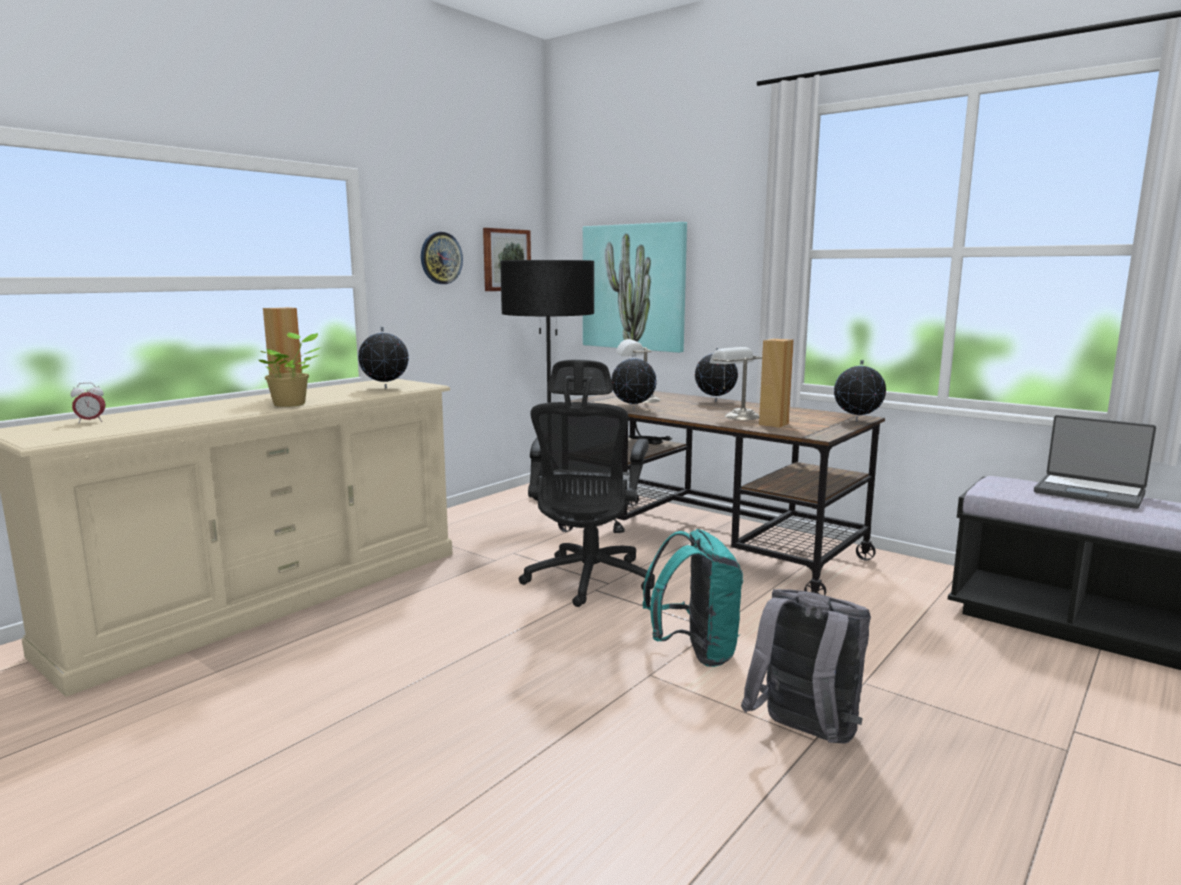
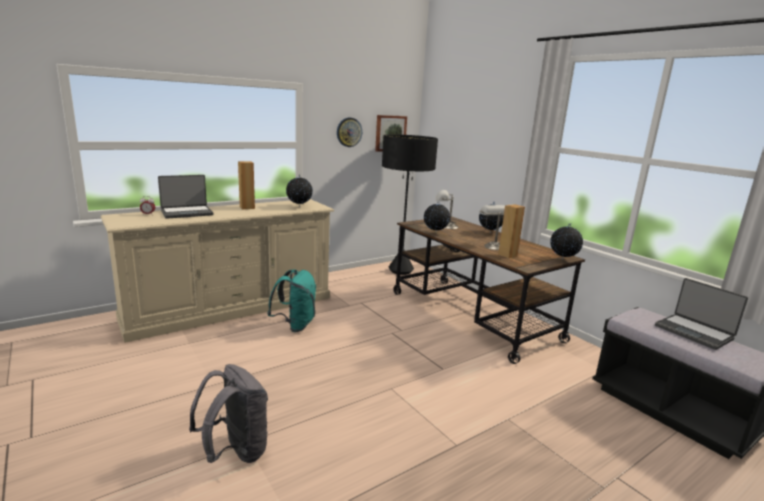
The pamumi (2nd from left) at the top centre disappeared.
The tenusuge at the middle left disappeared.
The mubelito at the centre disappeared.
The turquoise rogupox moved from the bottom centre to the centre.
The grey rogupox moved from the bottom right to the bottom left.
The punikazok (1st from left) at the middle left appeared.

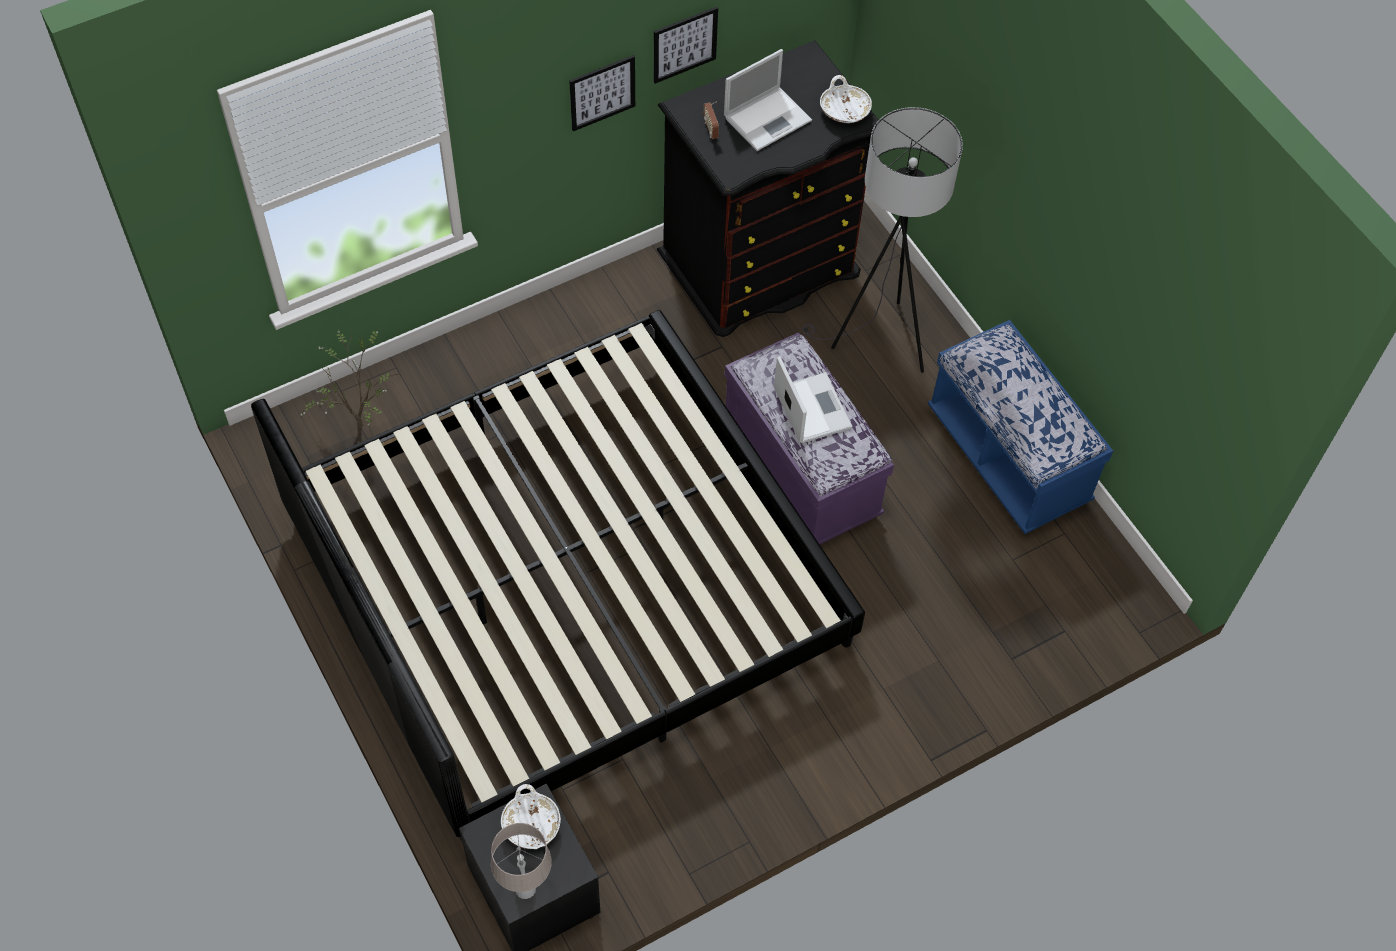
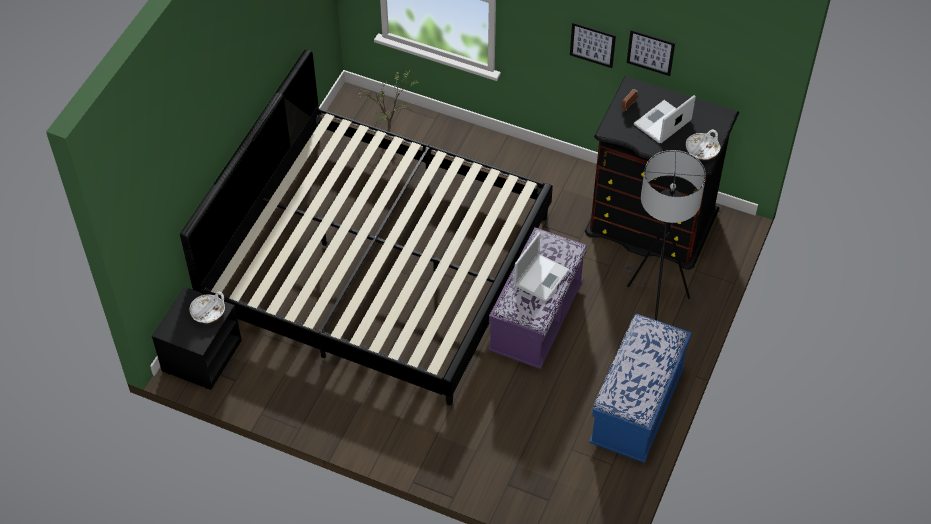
The punikazok (1st from left in the first image) at the top centre turned 120 degrees clockwise.
The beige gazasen at the bottom centre disappeared.

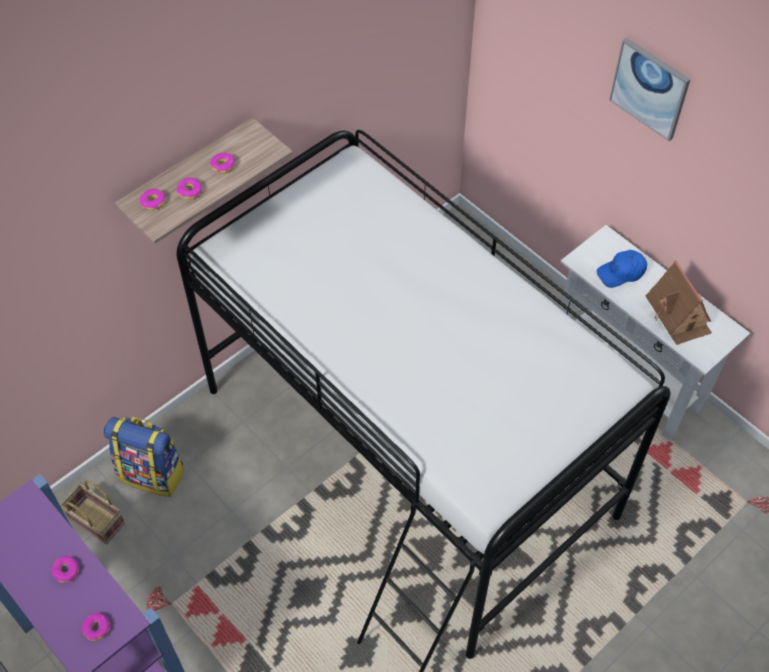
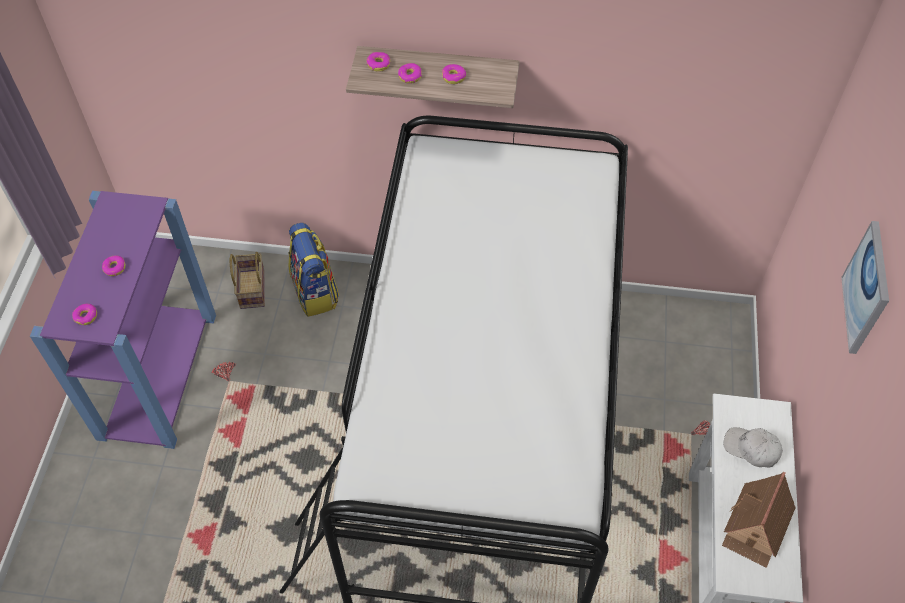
The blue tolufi at the middle right became the white tolufi at the bottom right.

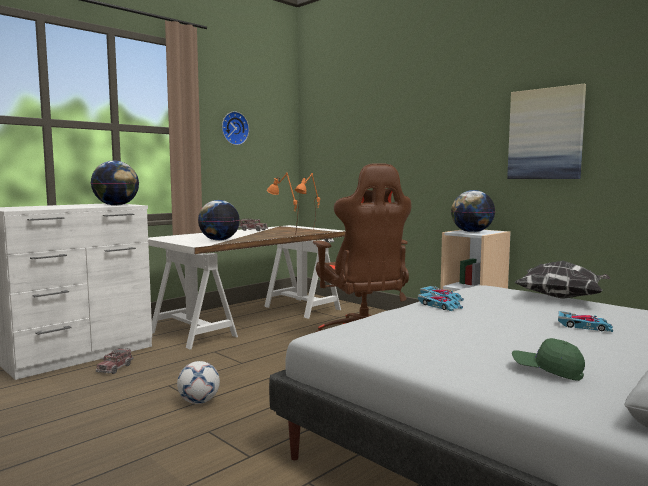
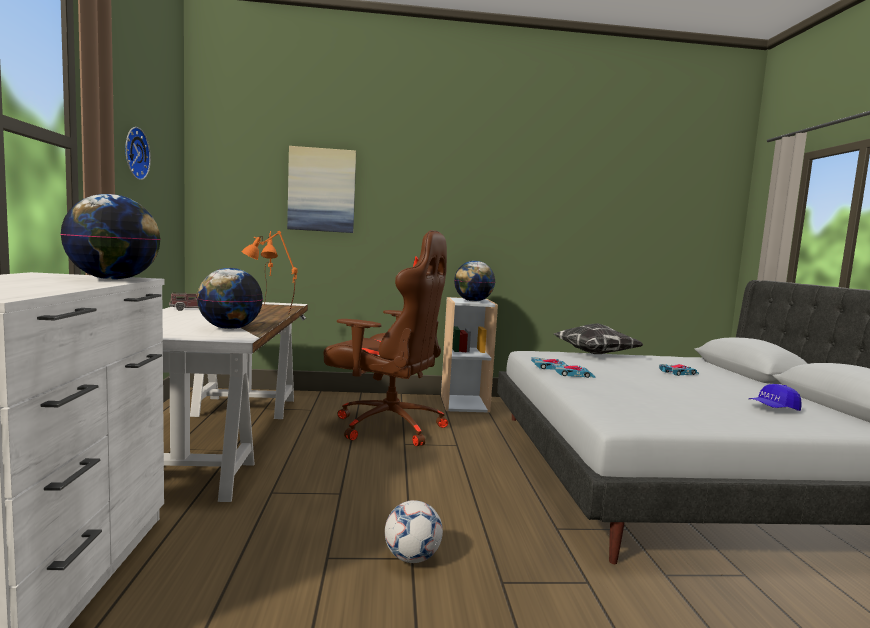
The pamumi moved from the top right to the top centre.
The green tolufi at the bottom right became the blue tolufi at the middle right.
The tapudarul (1st from left) at the bottom left disappeared.

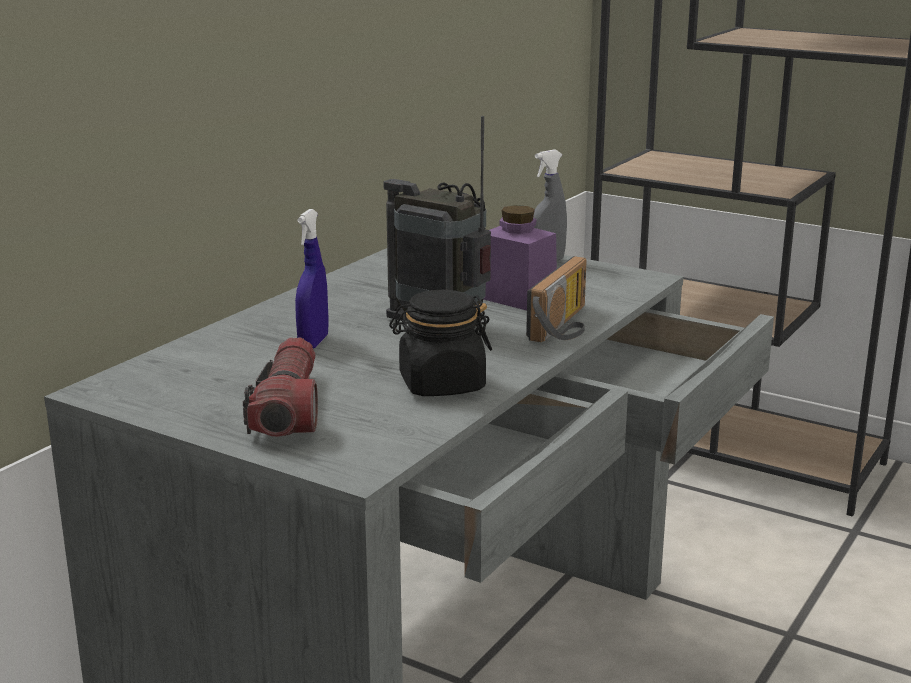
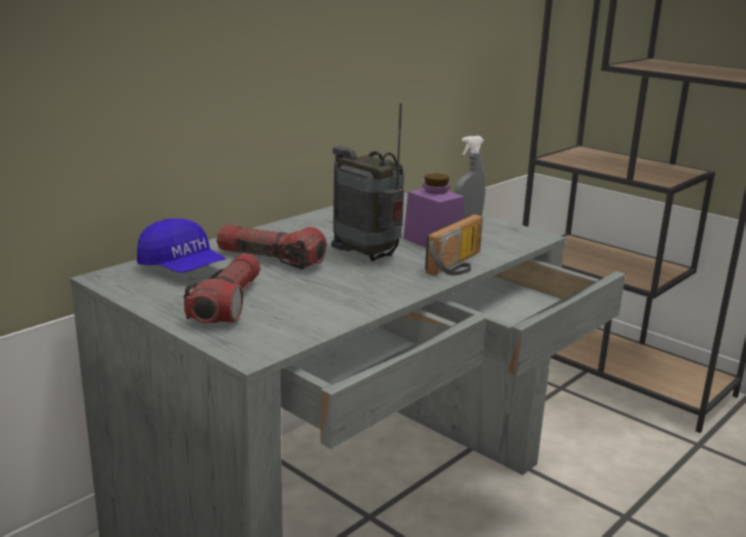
The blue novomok at the centre was replaced by the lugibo (2nd from left) at the centre.
The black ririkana at the centre disappeared.
The blue tolufi at the middle left appeared.

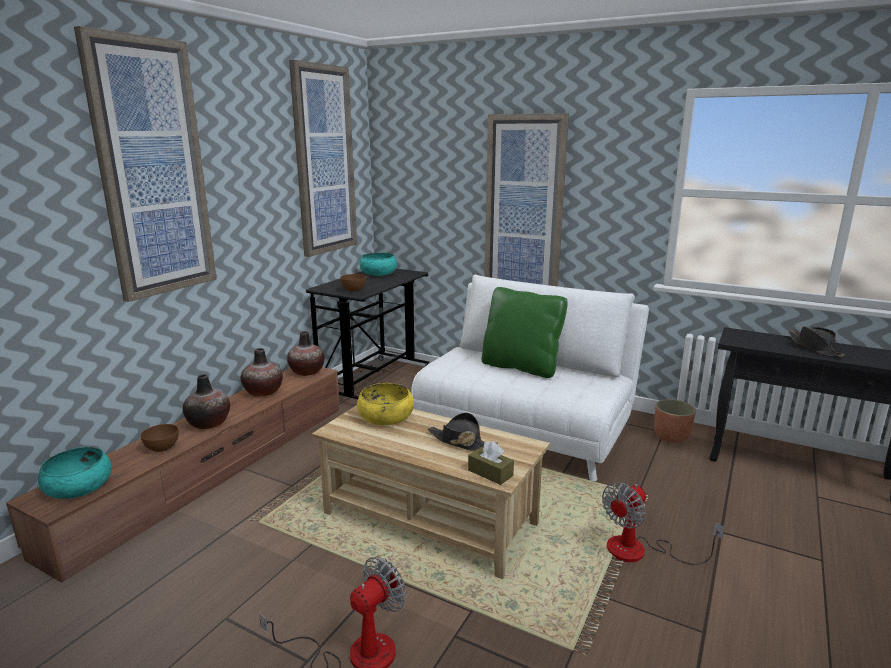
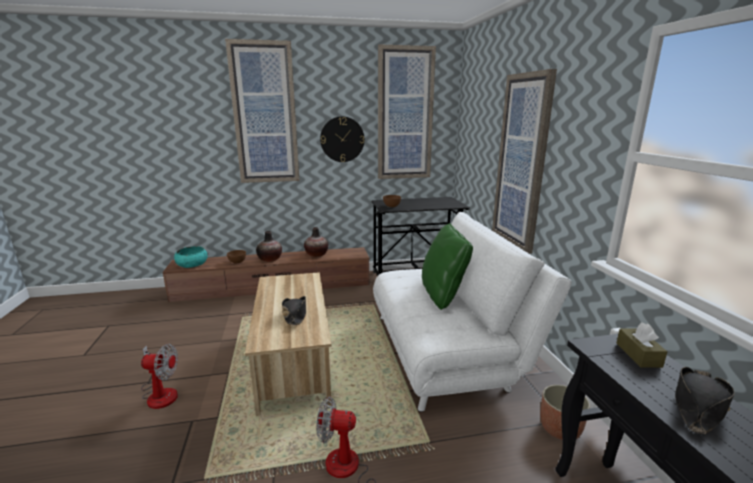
The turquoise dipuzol (2nd from left) at the centre disappeared.
The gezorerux (3rd from left) at the centre disappeared.
The yellow dipuzol at the centre disappeared.
The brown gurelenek moved from the bottom centre to the bottom right.
The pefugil at the top centre appeared.

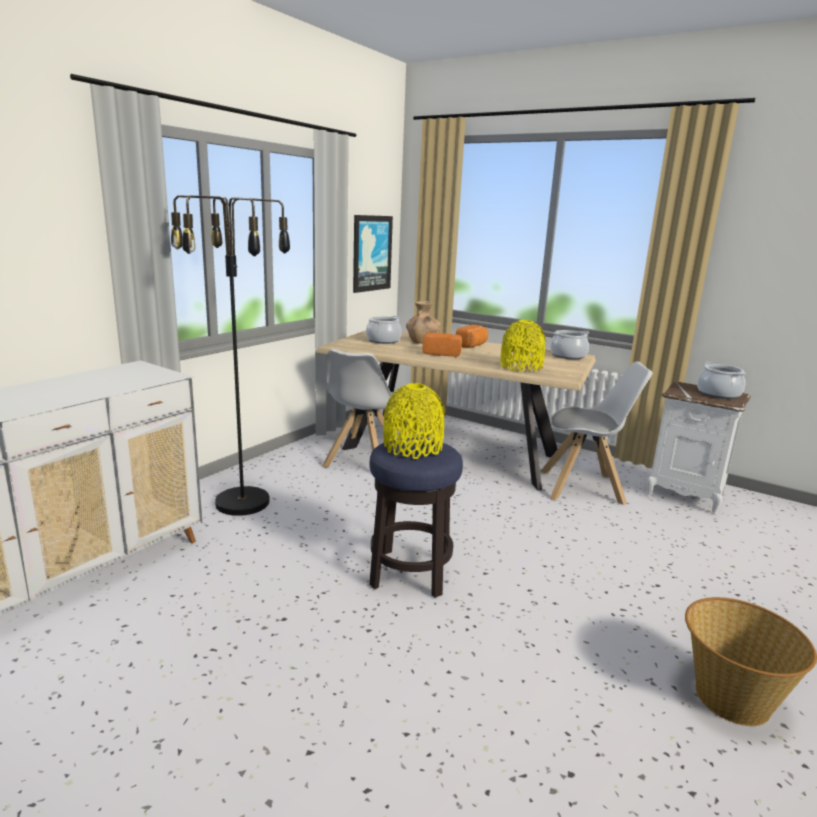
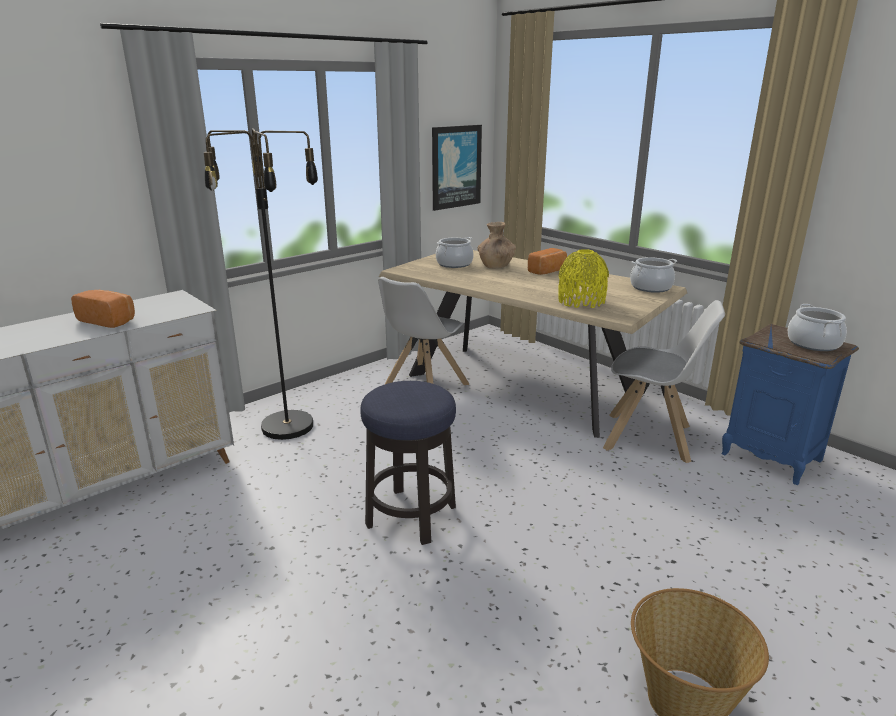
The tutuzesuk (1st from left) moved from the centre to the middle left.
The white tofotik at the middle right became the blue tofotik at the middle right.
The yellow gezorerux (1st from left) at the centre disappeared.

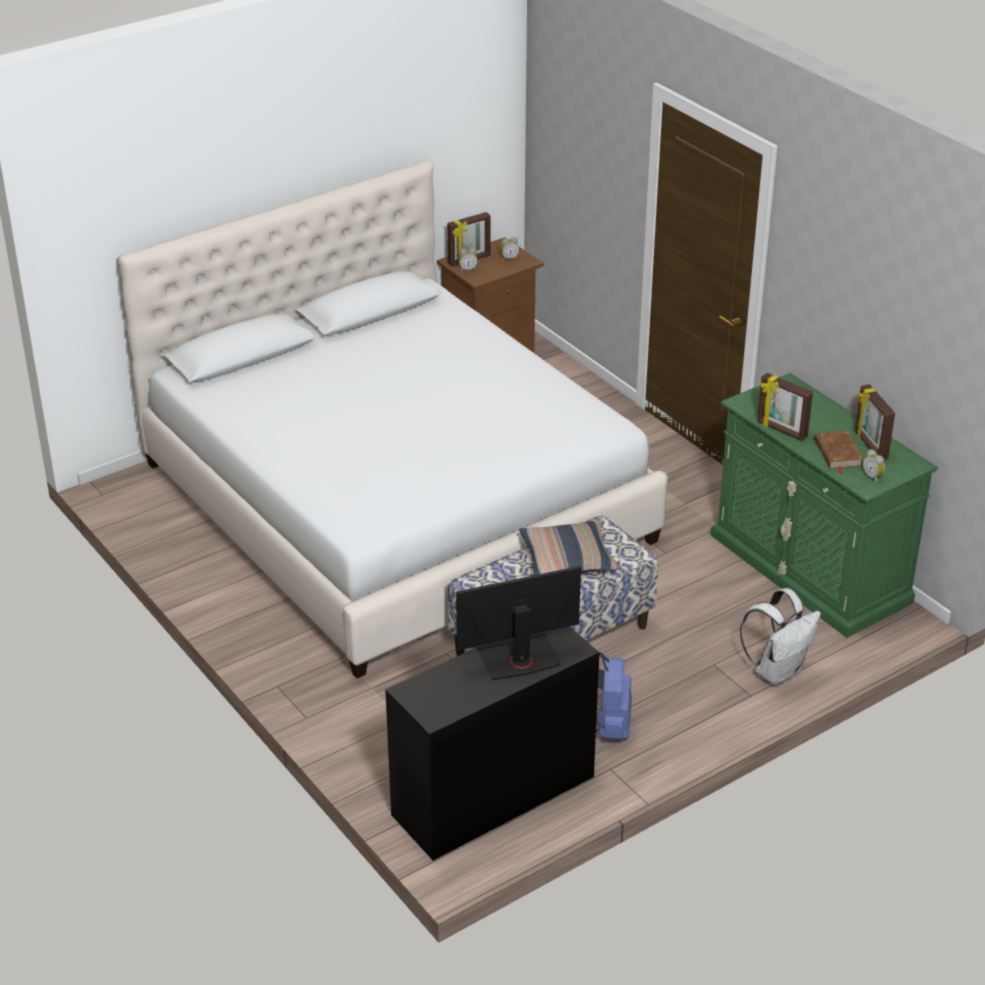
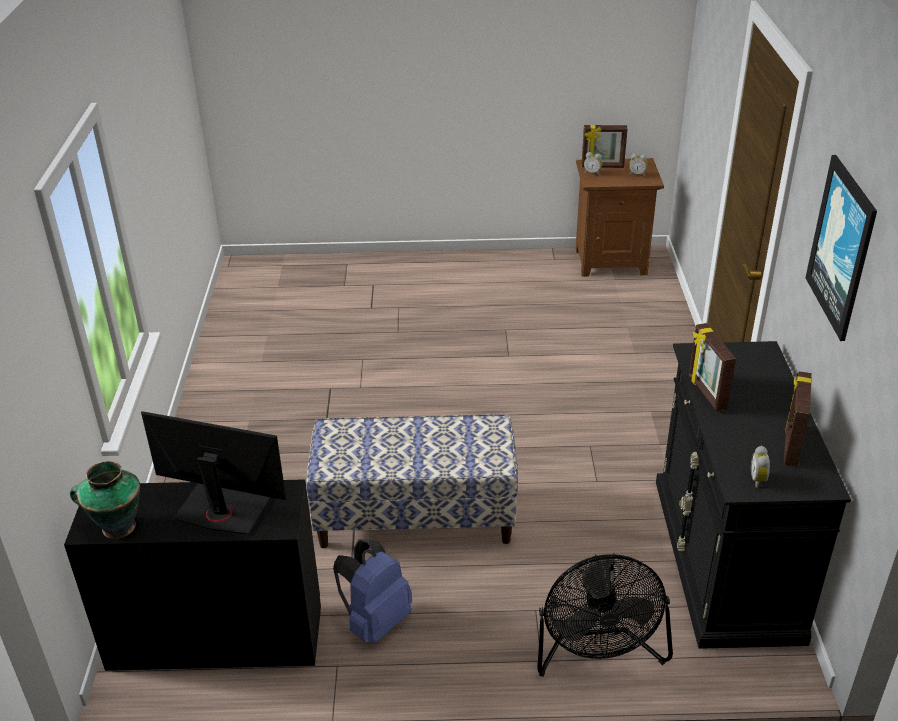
The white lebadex at the centre disappeared.
The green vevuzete at the middle right became the black vevuzete at the bottom right.
The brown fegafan at the middle right disappeared.
The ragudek at the centre disappeared.
The white rogupox at the middle right was replaced by the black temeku at the bottom right.
The pamumi at the middle right appeared.
The gezorerux at the bottom left appeared.

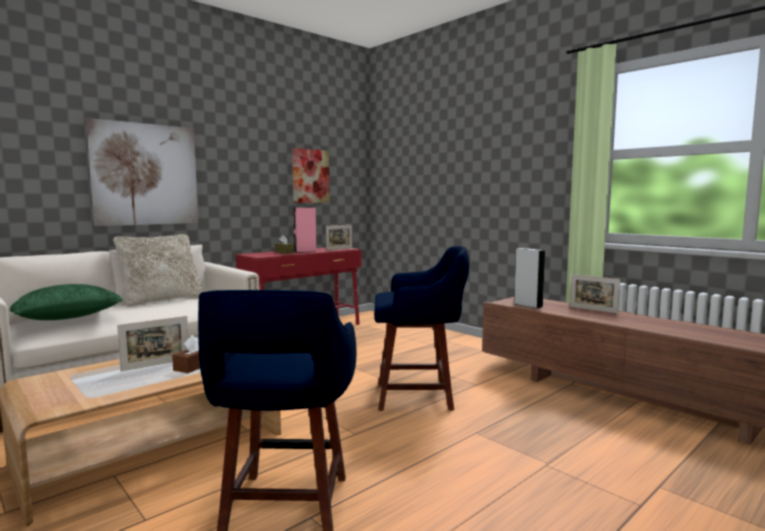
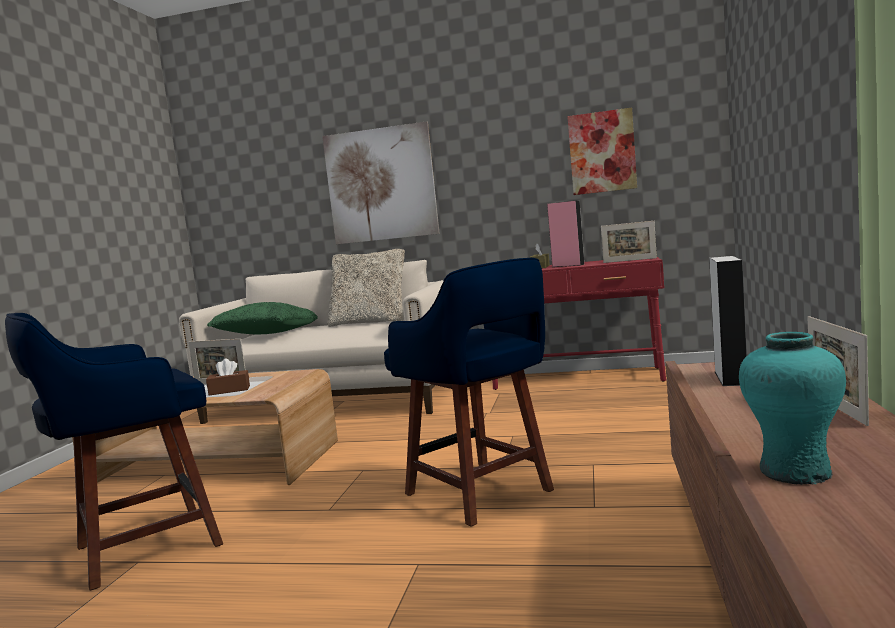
The turquoise gezorerux at the middle right appeared.

